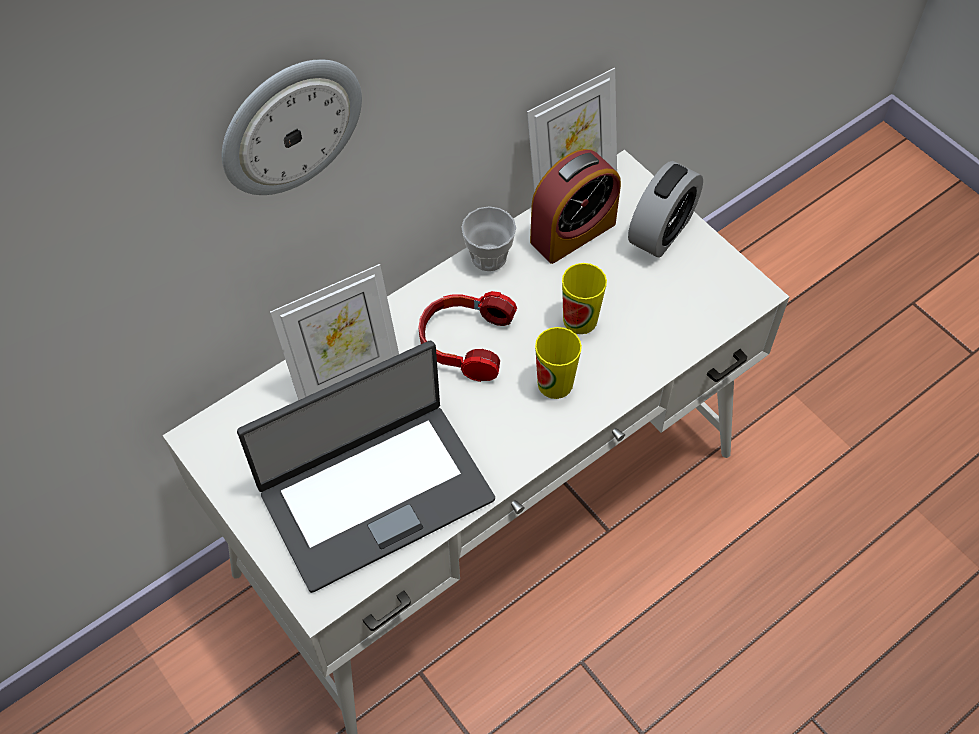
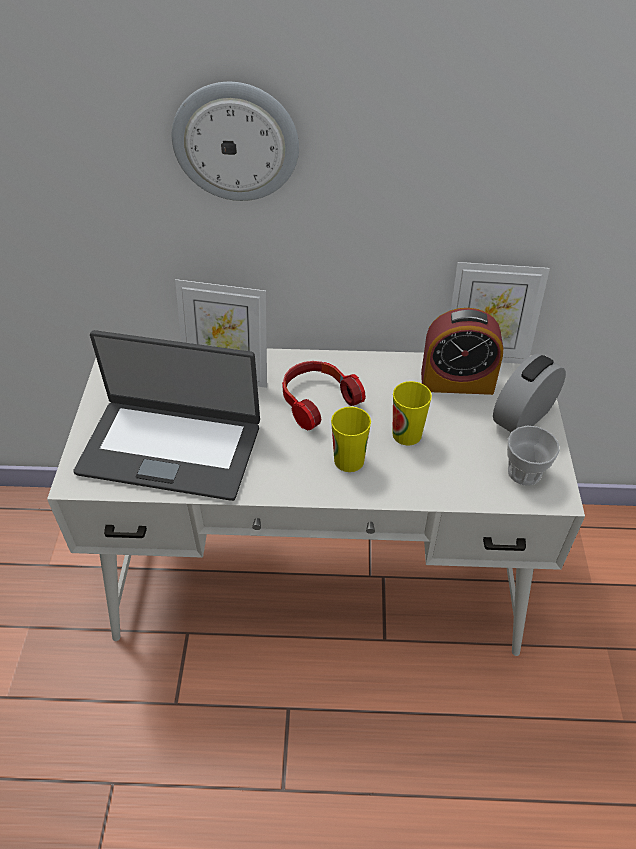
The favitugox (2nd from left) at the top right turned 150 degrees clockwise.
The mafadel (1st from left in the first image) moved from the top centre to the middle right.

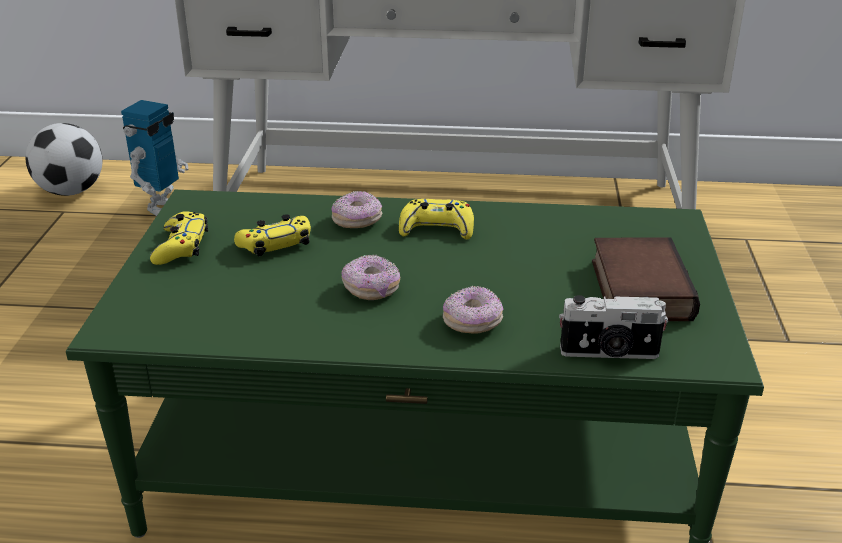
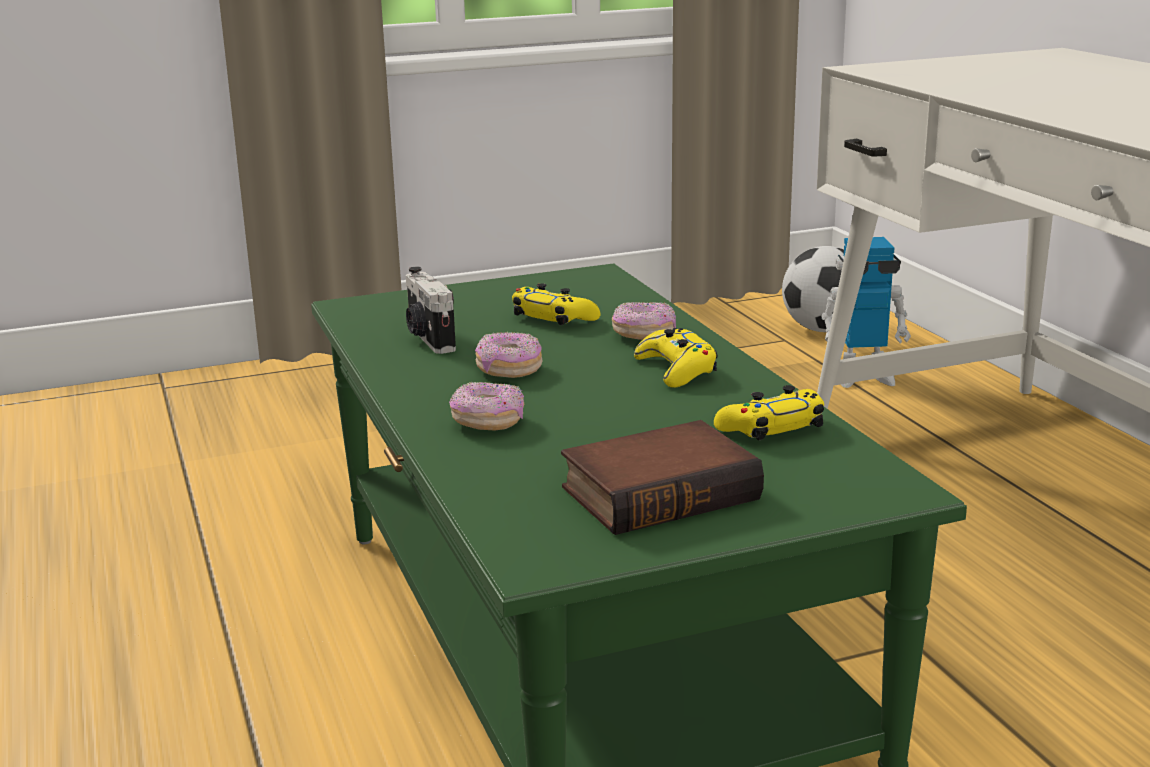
The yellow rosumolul (1st from left in the first image) moved from the middle left to the middle right.
The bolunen moved from the middle right to the centre.

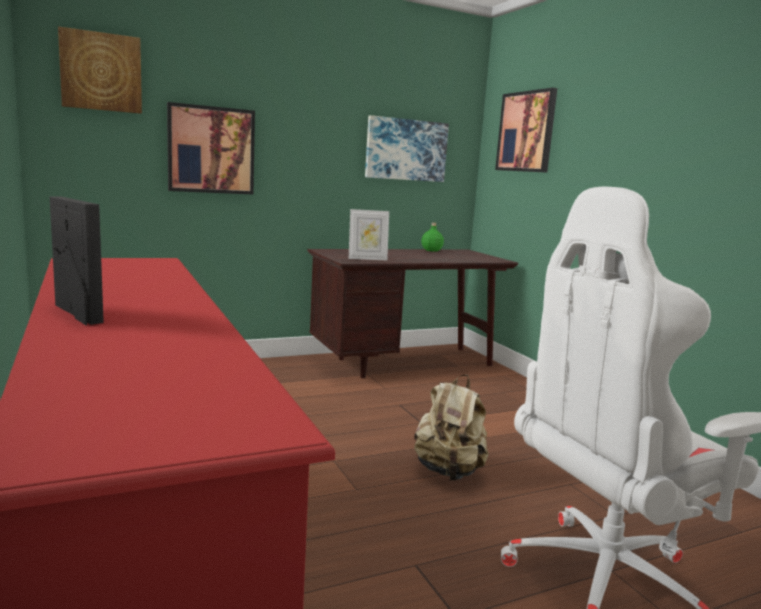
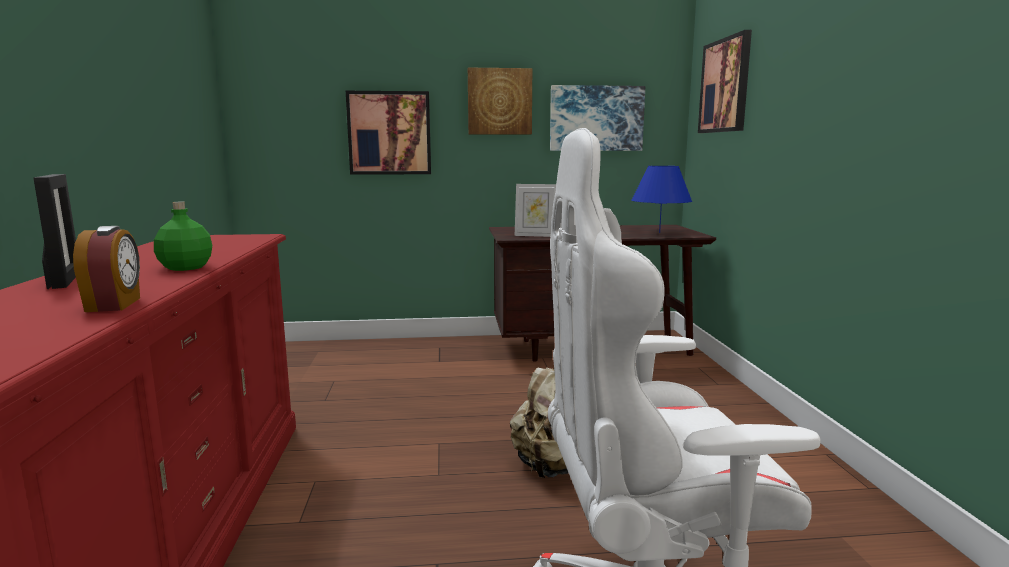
The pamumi (1st from left in the first image) moved from the top left to the top centre.
The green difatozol moved from the centre to the middle left.
The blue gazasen at the centre appeared.
The favitugox at the middle left appeared.

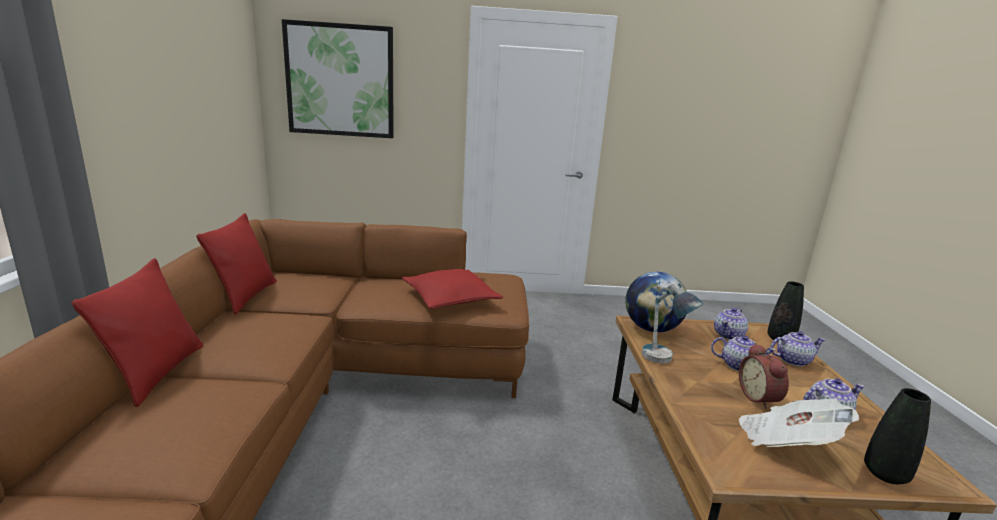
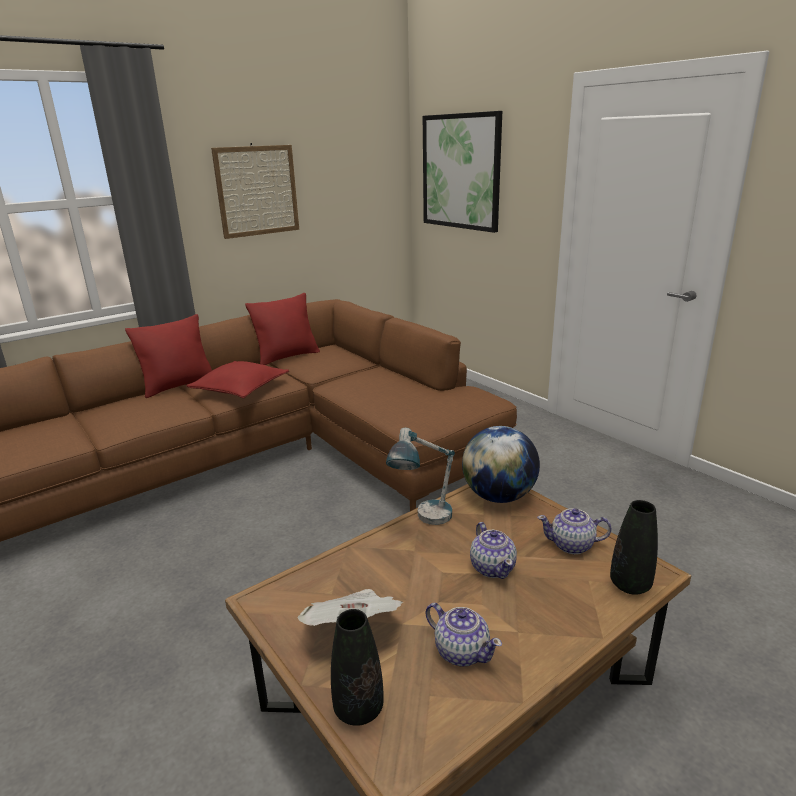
The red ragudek (3rd from left in the first image) moved from the centre to the middle left.
The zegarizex (3rd from left) at the bottom right disappeared.
The favitugox at the bottom right disappeared.
The pamumi (1st from left) at the top left appeared.

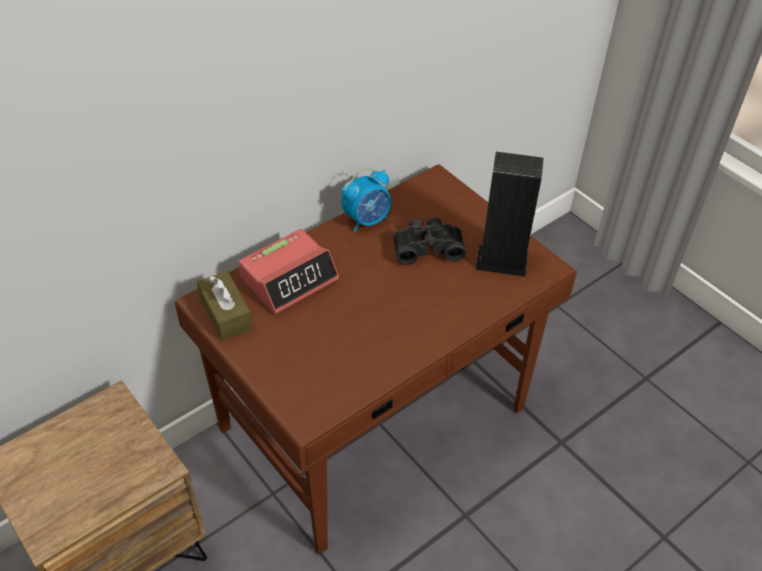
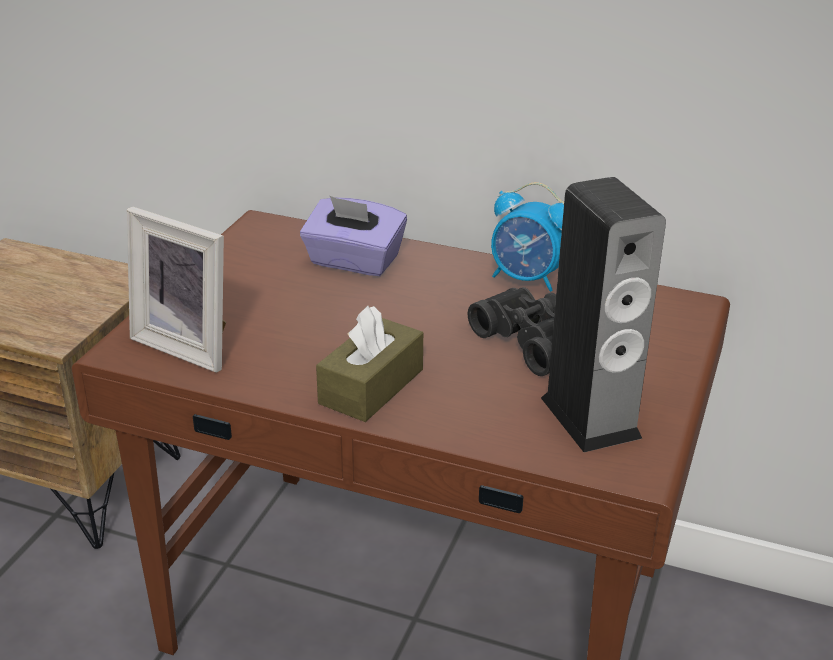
The favitugox (1st from left) at the centre was replaced by the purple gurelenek at the centre.
The brown gurelenek moved from the middle left to the centre.
The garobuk at the middle left appeared.

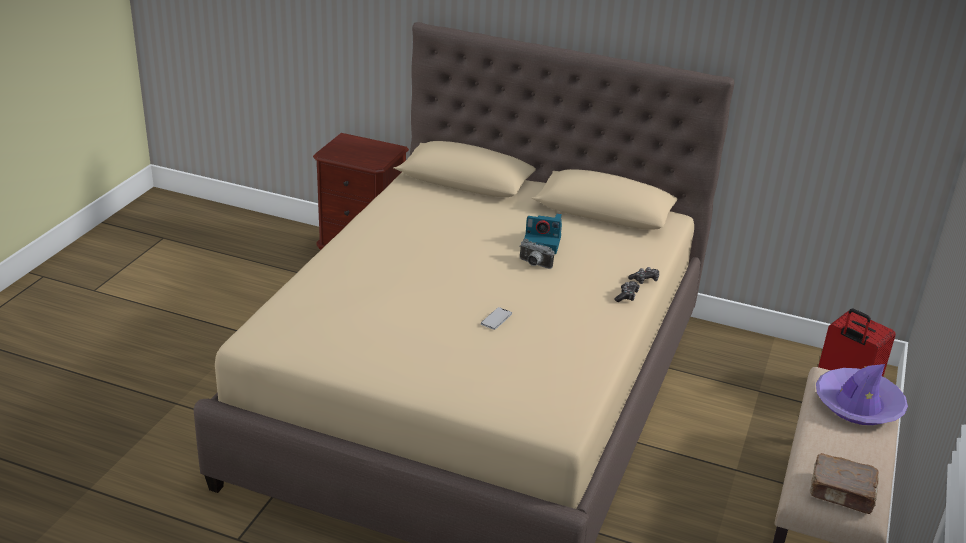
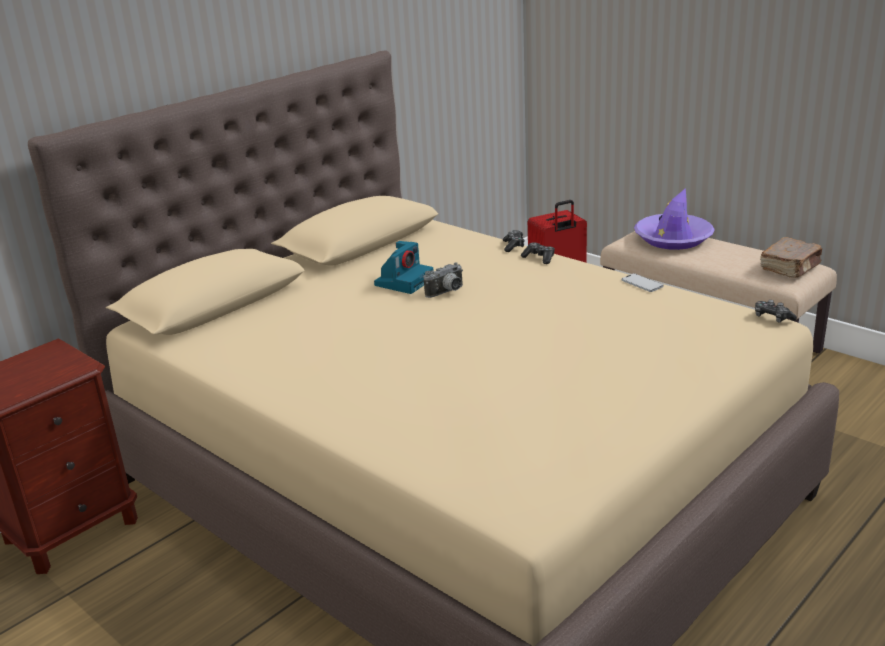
The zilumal moved from the centre to the middle right.
The rosumolul (3rd from left) at the middle right appeared.

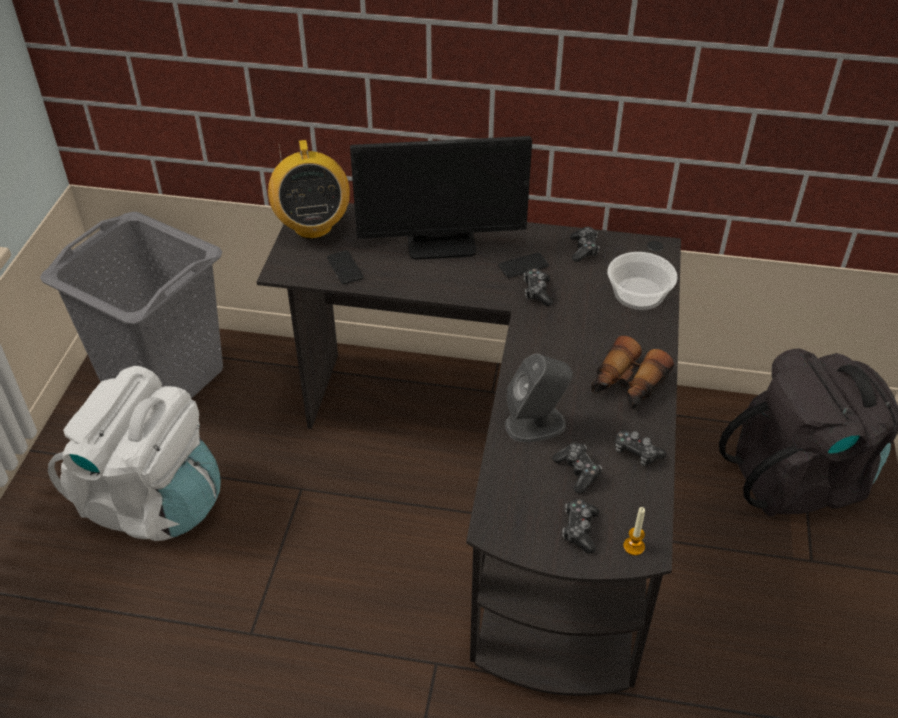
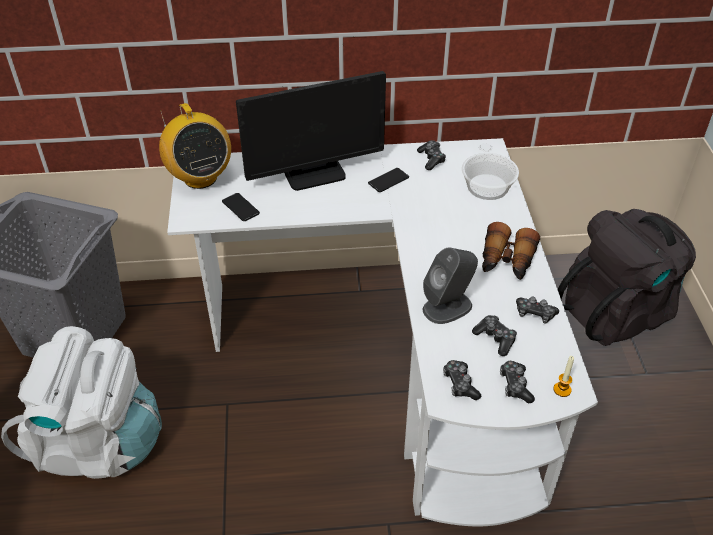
The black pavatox at the centre became the white pavatox at the centre.
The rosumolul (1st from left in the first image) moved from the centre to the bottom centre.

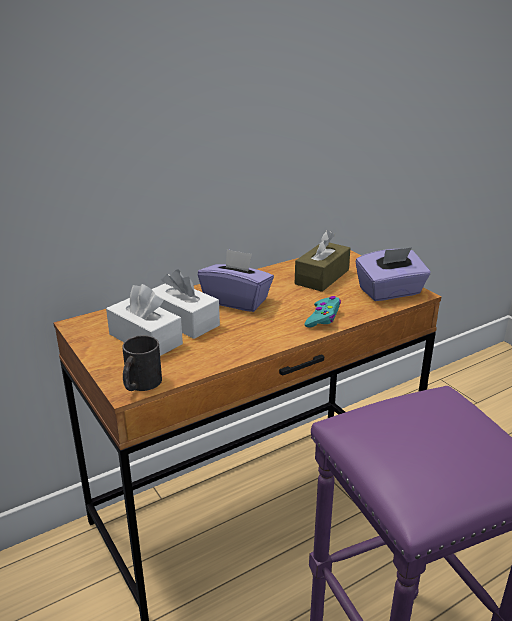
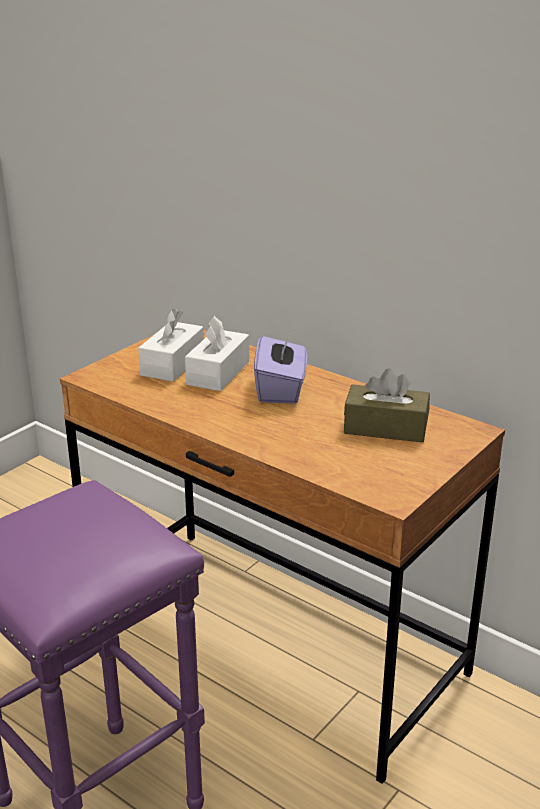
The purple gurelenek (2nd from left) at the middle right disappeared.
The turquoise rosumolul at the centre disappeared.
The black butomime at the middle left disappeared.

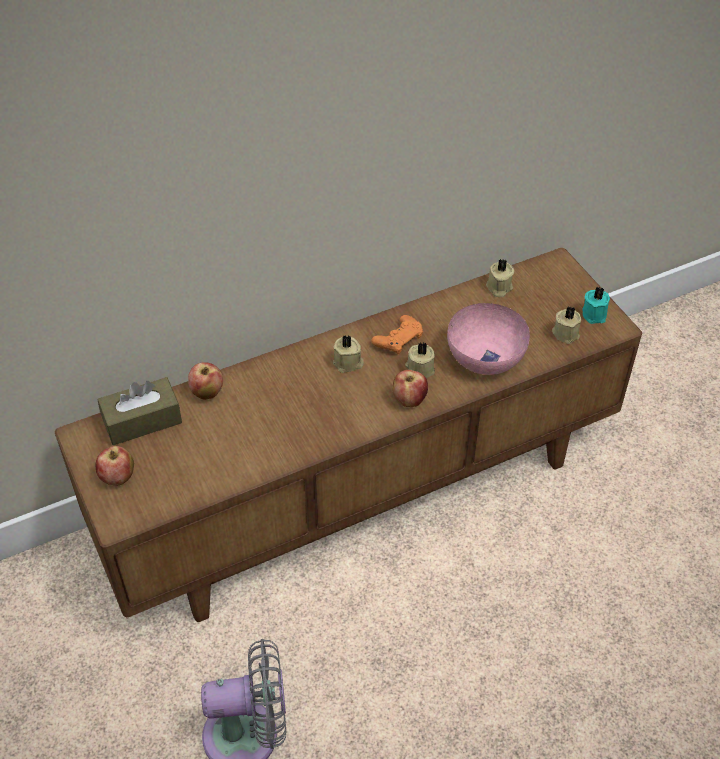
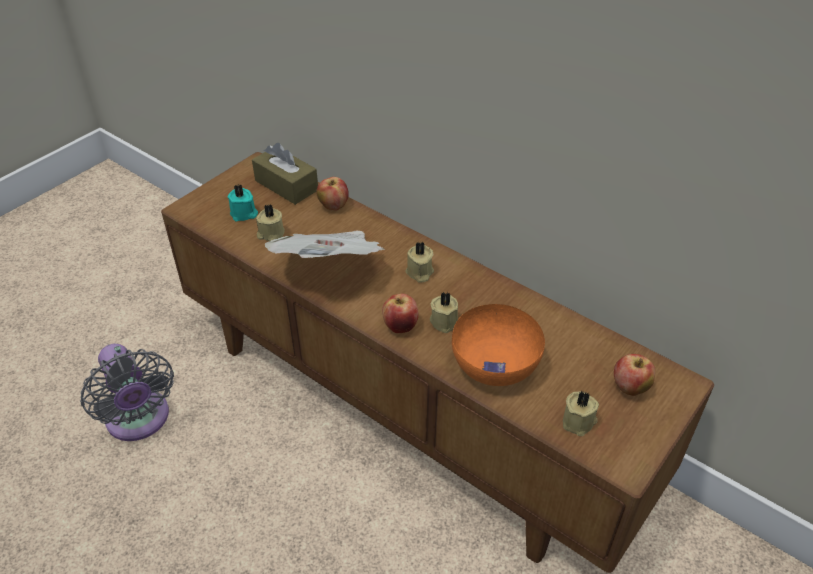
The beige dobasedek (3rd from left in the first image) moved from the middle right to the middle left.
The turquoise dobasedek moved from the middle right to the middle left.
The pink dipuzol at the middle right became the orange dipuzol at the centre.
The orange rosumolul at the centre disappeared.
The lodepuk (1st from left in the first image) moved from the middle left to the middle right.
The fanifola at the centre appeared.

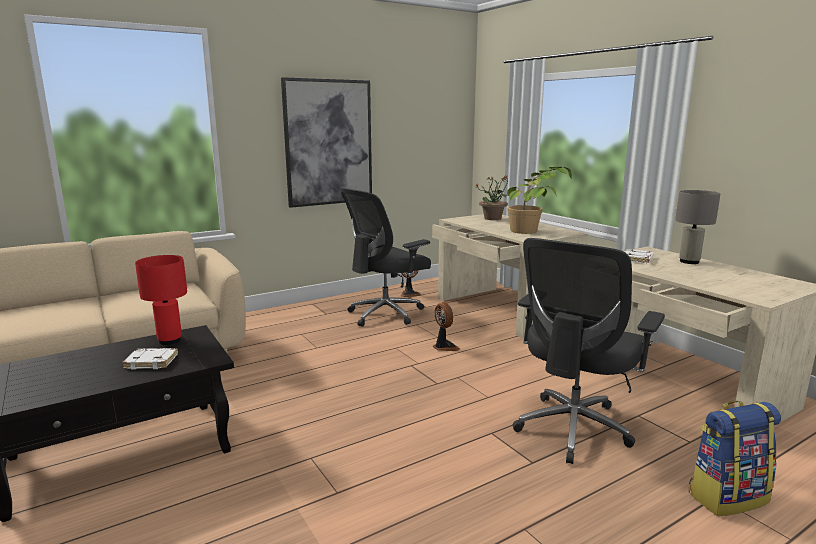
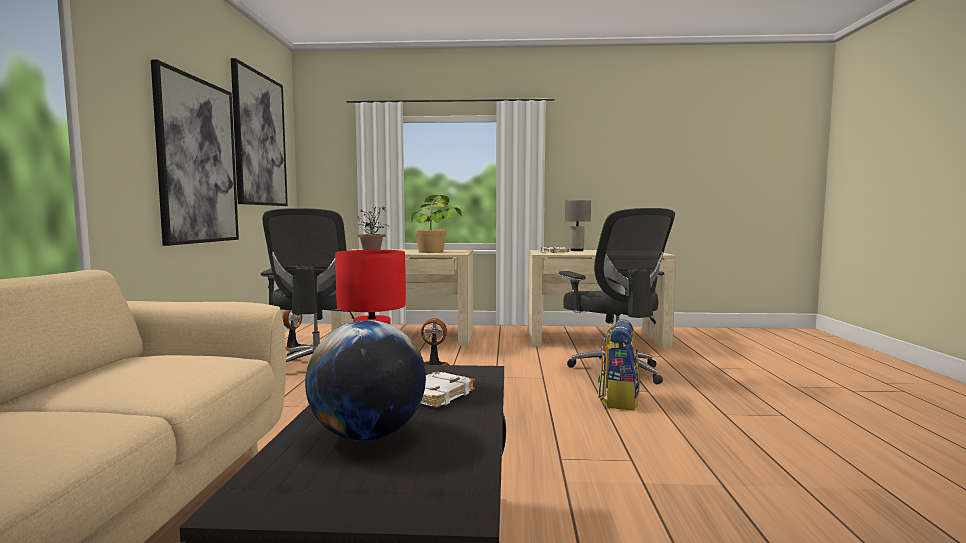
The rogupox moved from the bottom right to the bottom centre.
The pamumi (2nd from left) at the top left appeared.
The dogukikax at the bottom centre appeared.

